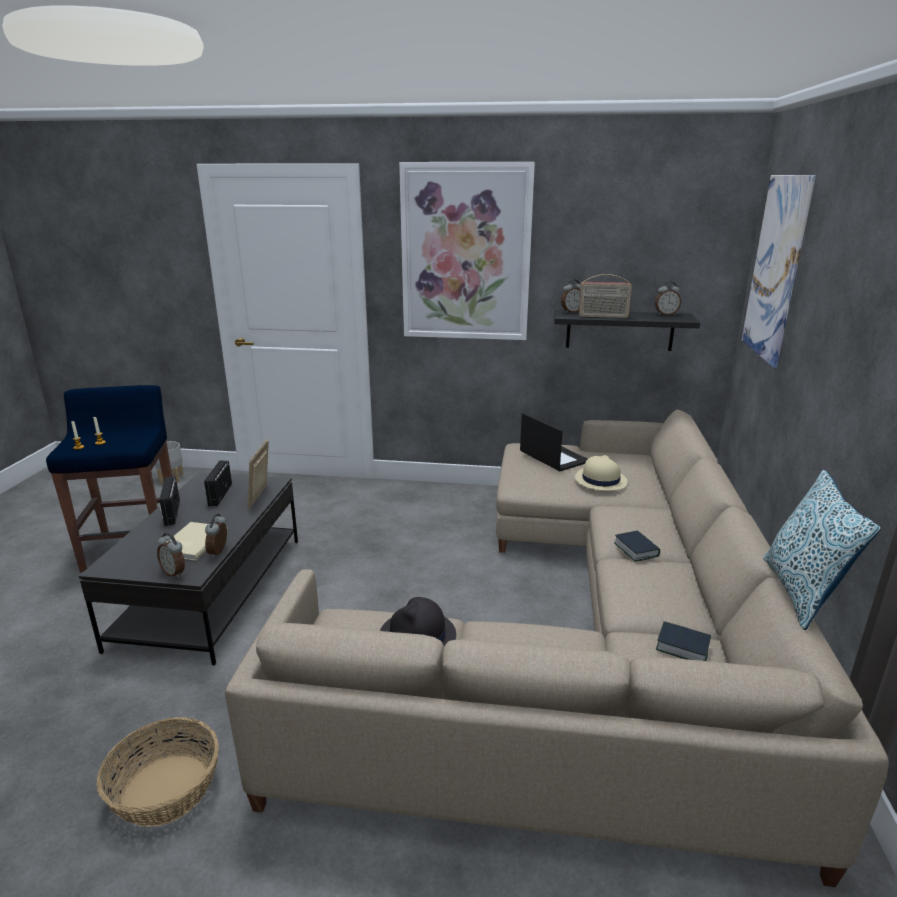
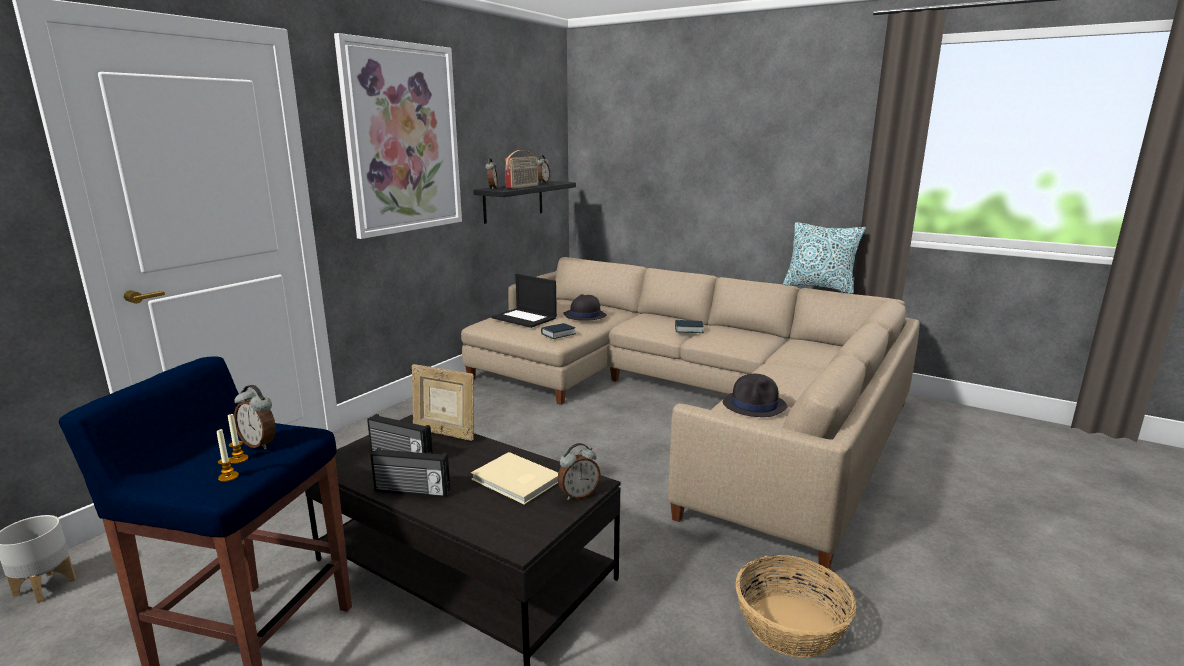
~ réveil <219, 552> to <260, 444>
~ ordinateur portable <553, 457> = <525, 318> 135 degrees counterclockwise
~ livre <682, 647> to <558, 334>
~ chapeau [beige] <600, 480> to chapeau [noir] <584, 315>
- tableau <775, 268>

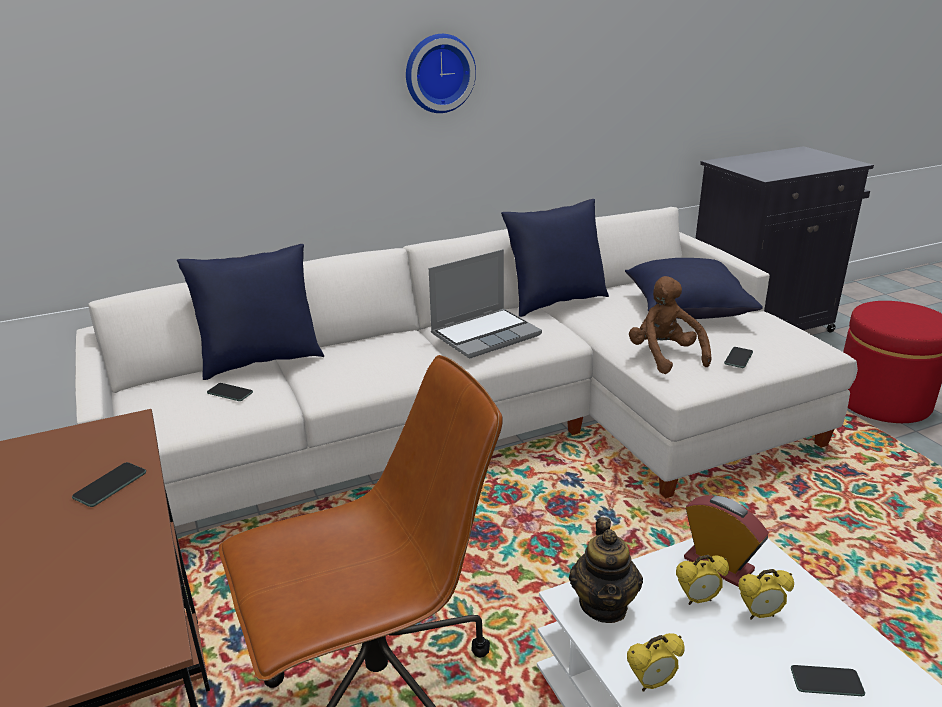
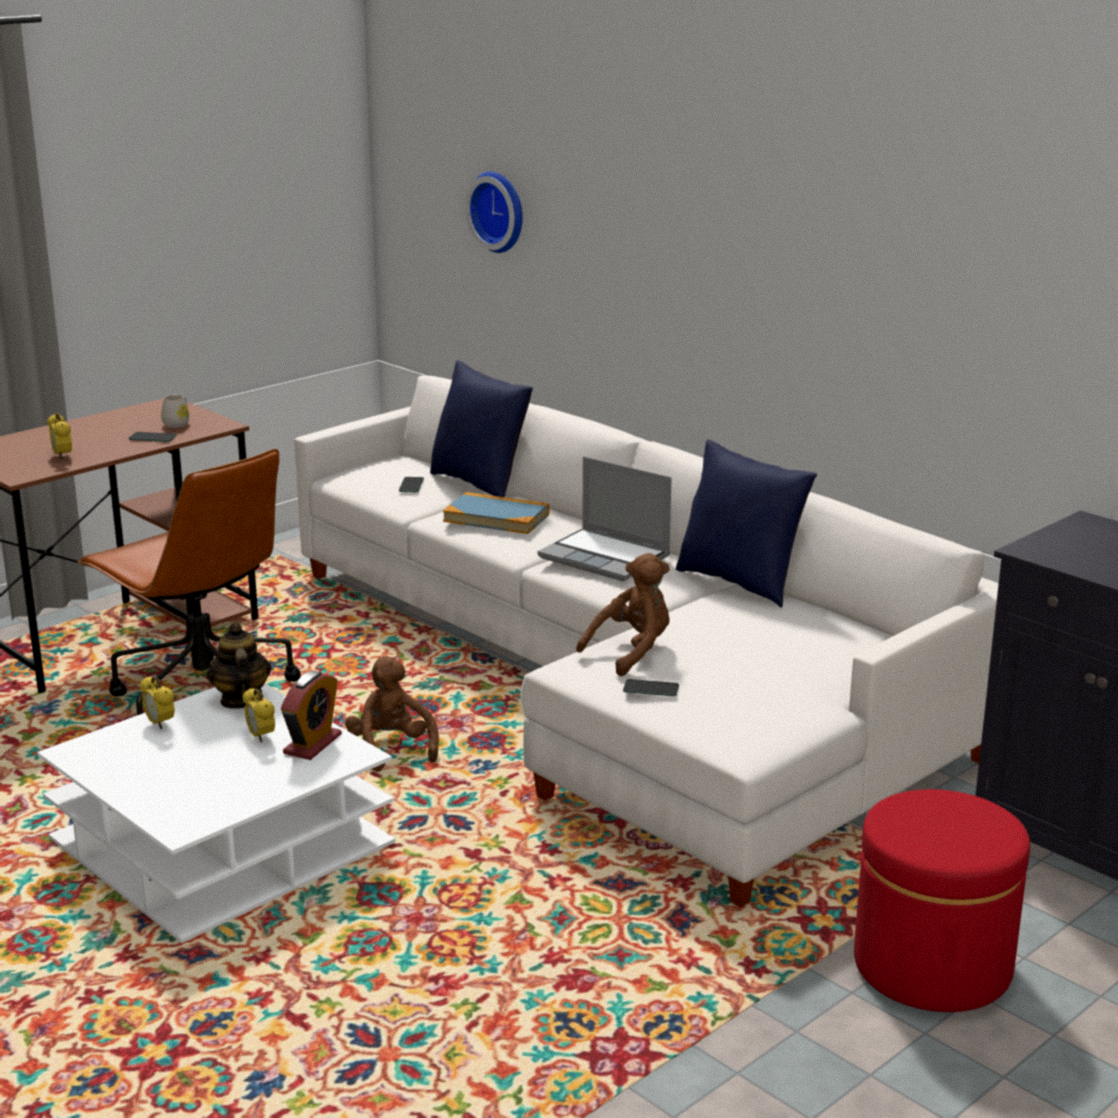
~ réveil <759, 614> to <62, 456>
+ mug [blanc] <178, 423>
~ théière <604, 605> = <241, 700> 90 degrees clockwise
+ peluche [marron] <391, 749>
+ livre <496, 518>
~ horloge murale <438, 73> to <500, 211>
- coussin [bleu] <686, 309>
- téléphone <826, 681>

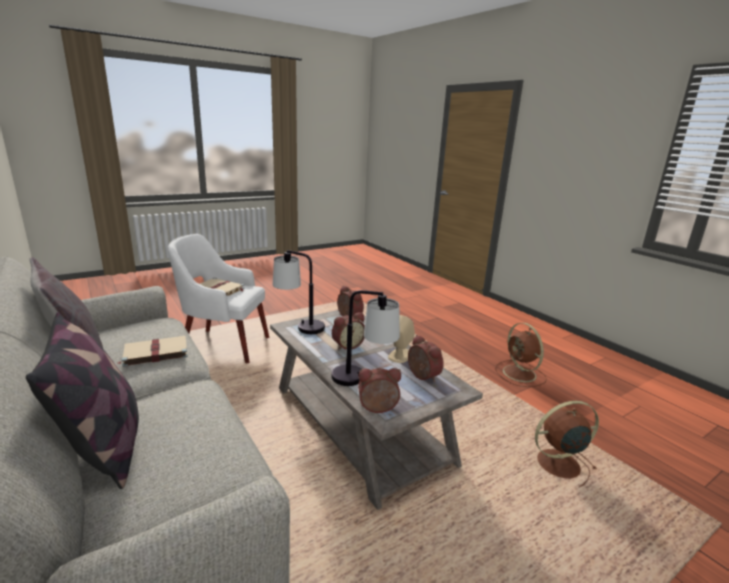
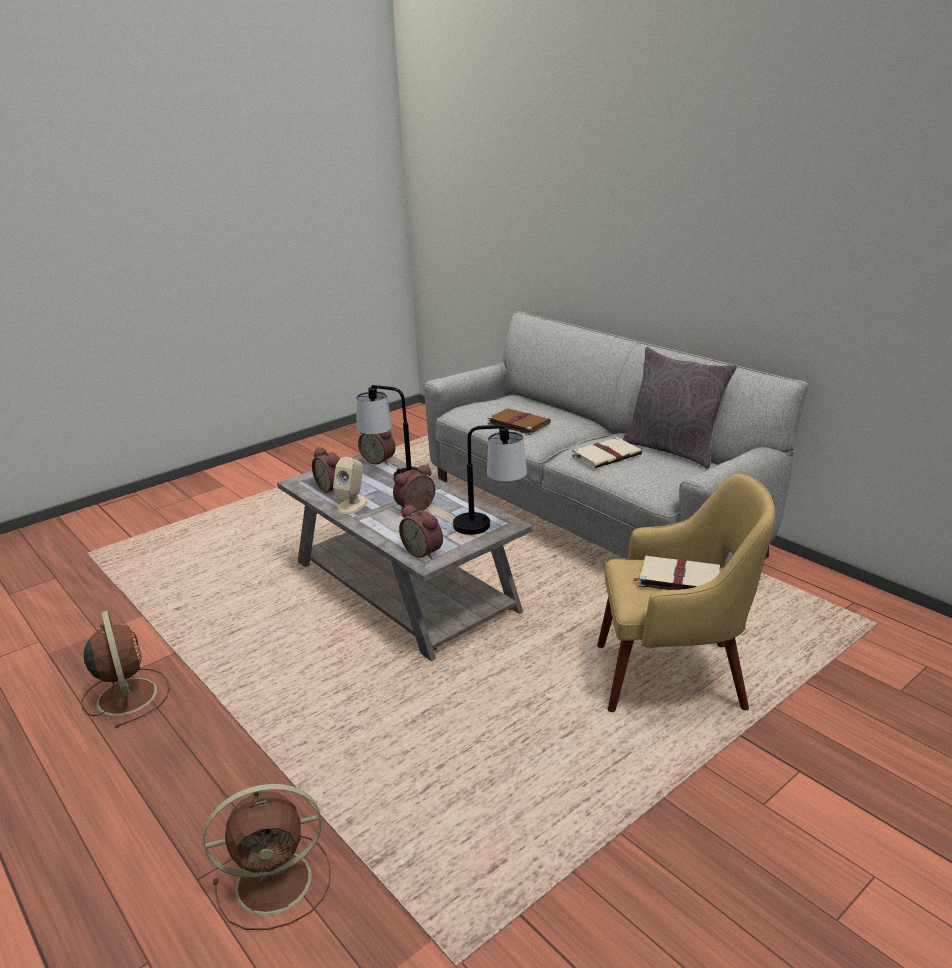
~ ventilateur [marron] <556, 464> to <277, 881>
~ réveil <378, 409> = <379, 460> 45 degrees clockwise
+ livre [marron] <517, 423>
~ fauteuil [blanc] <223, 345> to fauteuil [jaune] <675, 677>
- coussin <105, 446>

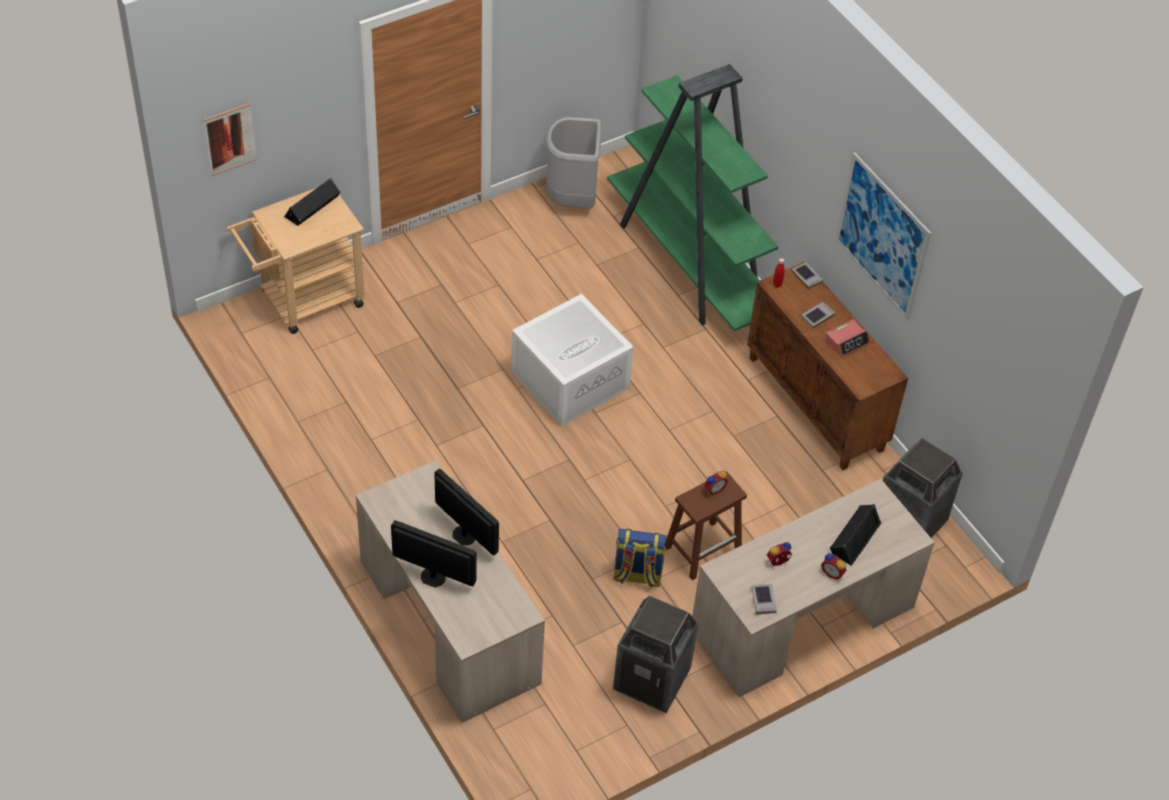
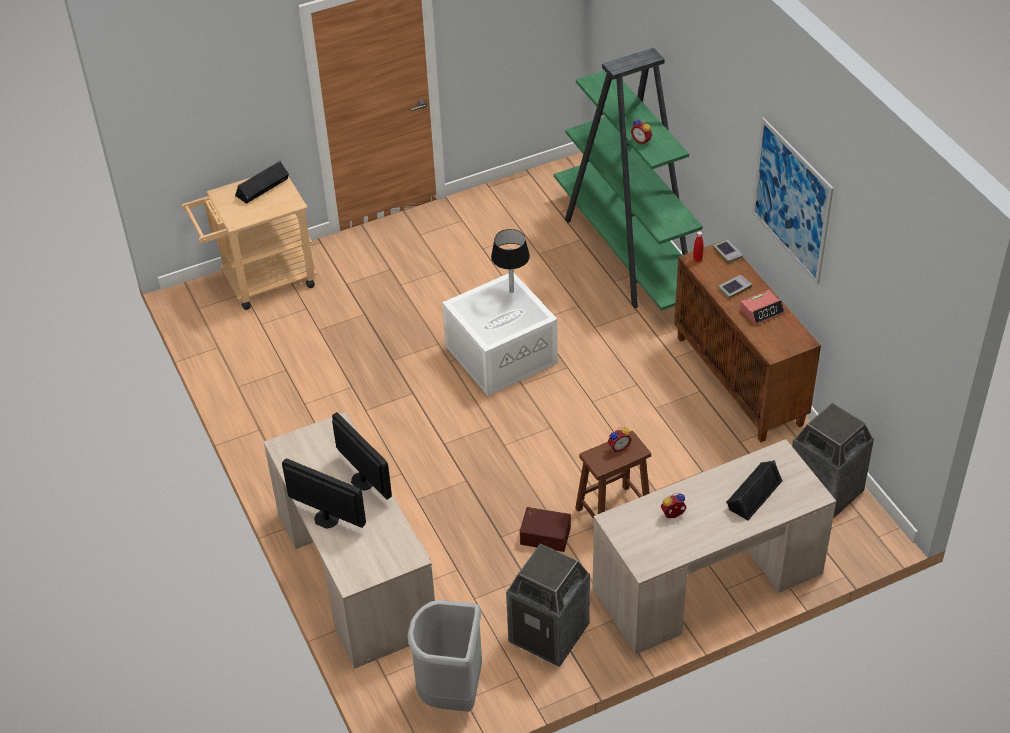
~ poubelle [gris] <572, 200> to <451, 692>
+ lampe de table [noir] <511, 291>
~ sac à dos <637, 575> to boîte de rangement [marron] <545, 534>
~ réveil <833, 573> to <642, 140>
- tableau <230, 139>
- livre <763, 600>

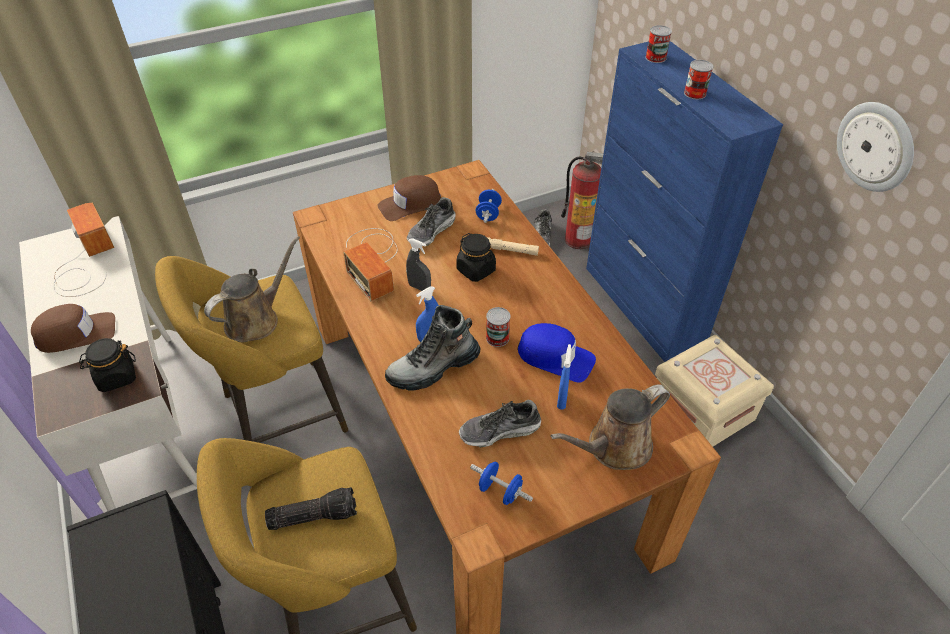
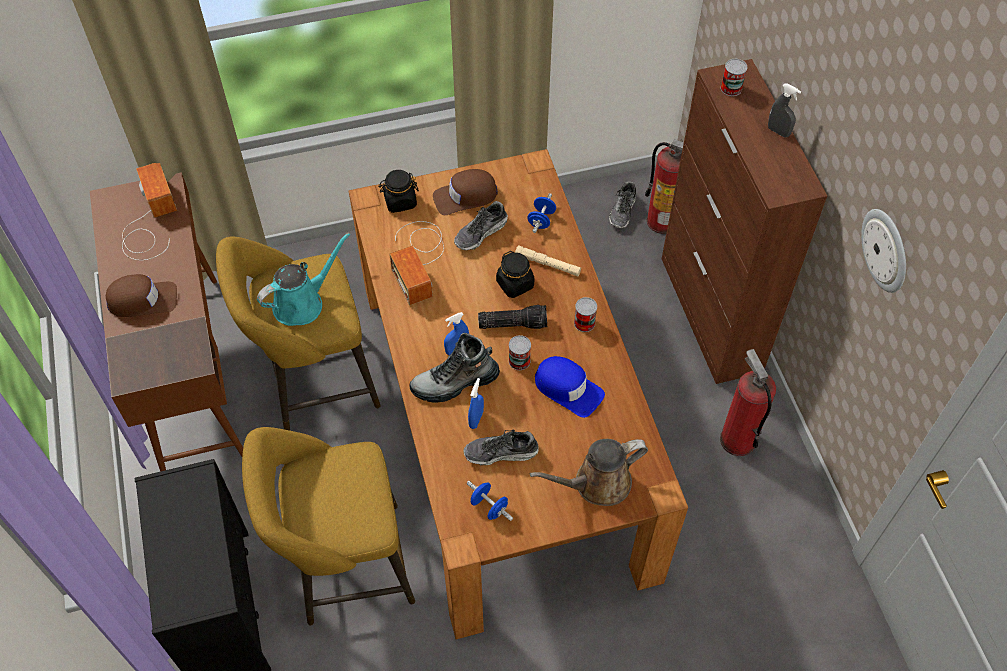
~ bureau [blanc] <147, 425> to bureau [marron] <190, 371>
~ arrosoir [marron] <256, 319> to arrosoir [turquoise] <302, 303>
~ bocal [noir] <116, 377> to <400, 201>
~ vaporisateur [bleu] <562, 399> to <476, 419>
~ lampe de poche <314, 515> to <513, 323>
~ boîte métallique <695, 93> to <584, 323>
~ meuble de rangement [bleu] <643, 307> to meuble de rangement [marron] <710, 314>
~ boîte de rangement [beige] <702, 410> to extincteur <737, 440>
~ vaporisateur [gris] <419, 287> to <778, 131>

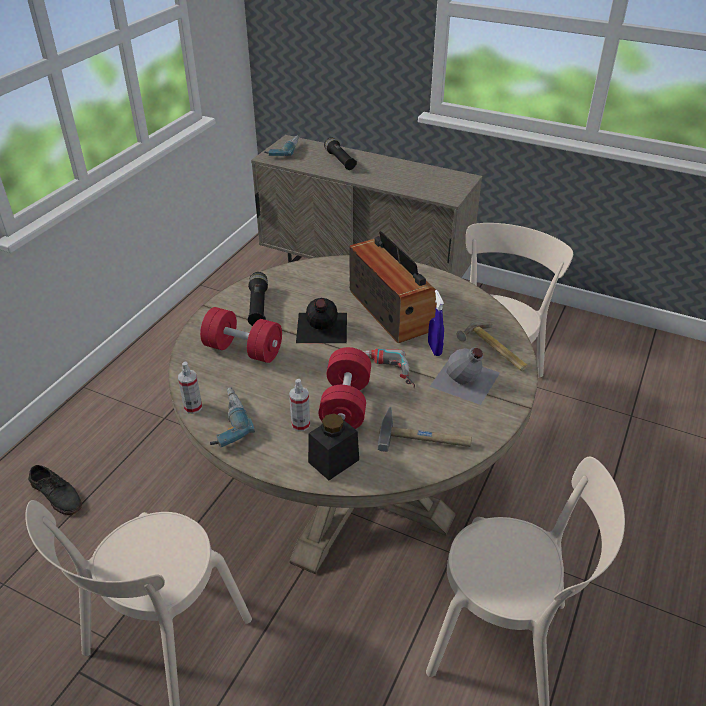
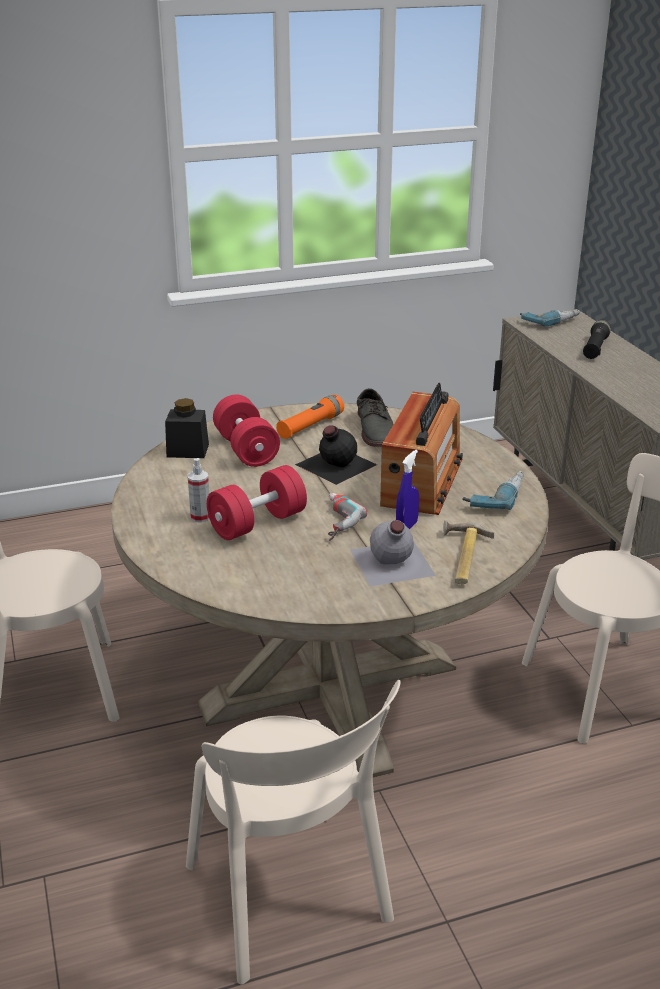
~ bocal [noir] <333, 461> to <187, 450>
~ lampe de poche [noir] <258, 306> to lampe de poche [orange] <310, 426>
~ chaussure [gris] <57, 494> to <375, 429>
~ perceuse <225, 422> to <495, 496>
- vaporisateur <193, 407>
- marteau <425, 437>

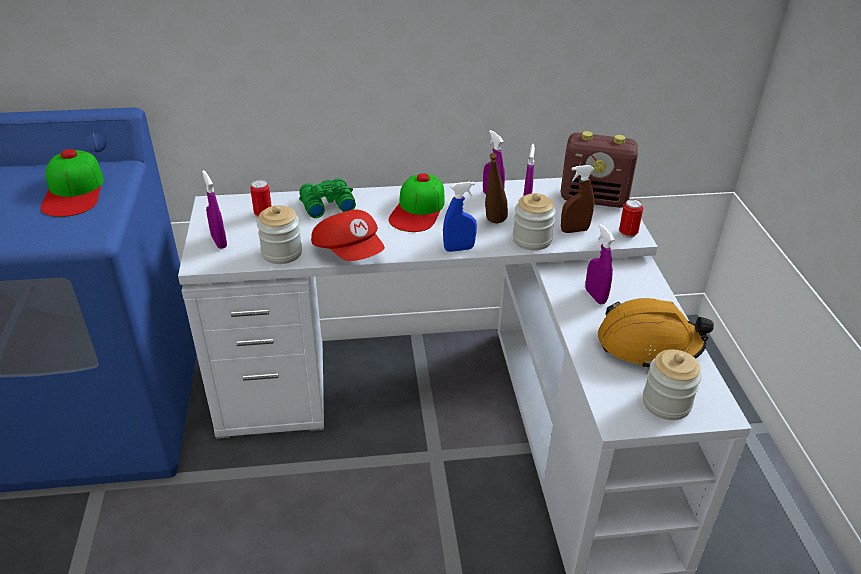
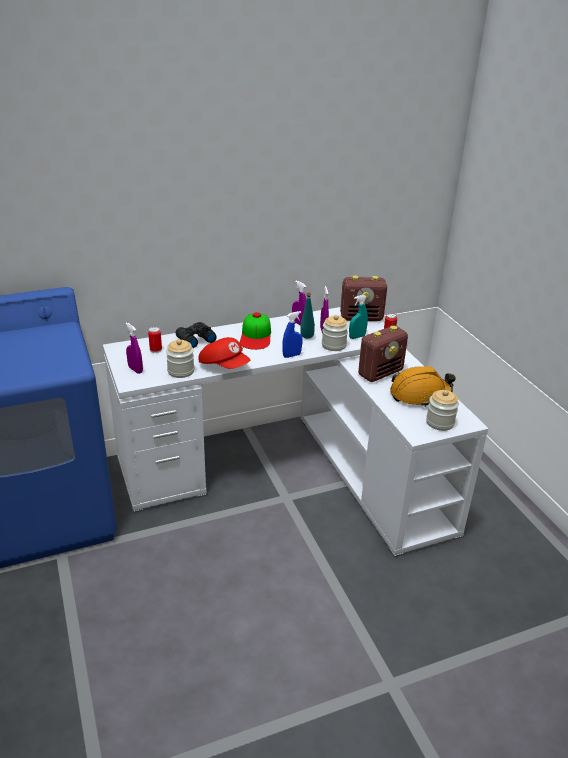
~ jumelles [vert] <326, 205> to jumelles [noir] <195, 339>
~ bouteille [marron] <493, 224> to bouteille [turquoise] <306, 339>
~ vaporisateur [marron] <574, 230> to vaporisateur [turquoise] <357, 337>
~ vaporisateur [violet] <595, 296> to radio <380, 373>
- casquette <74, 191>

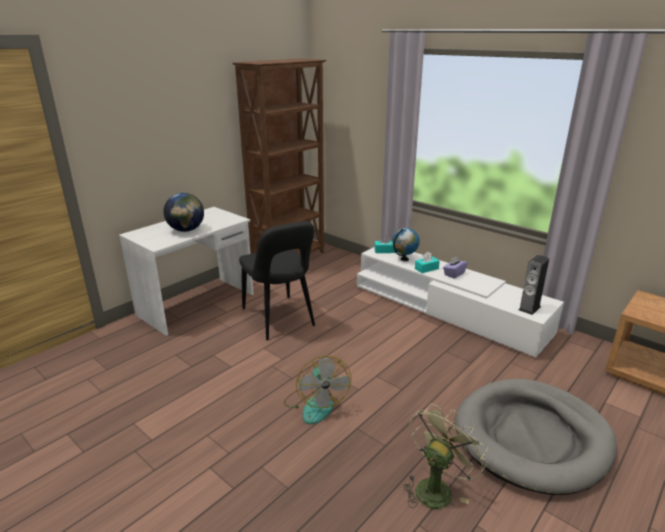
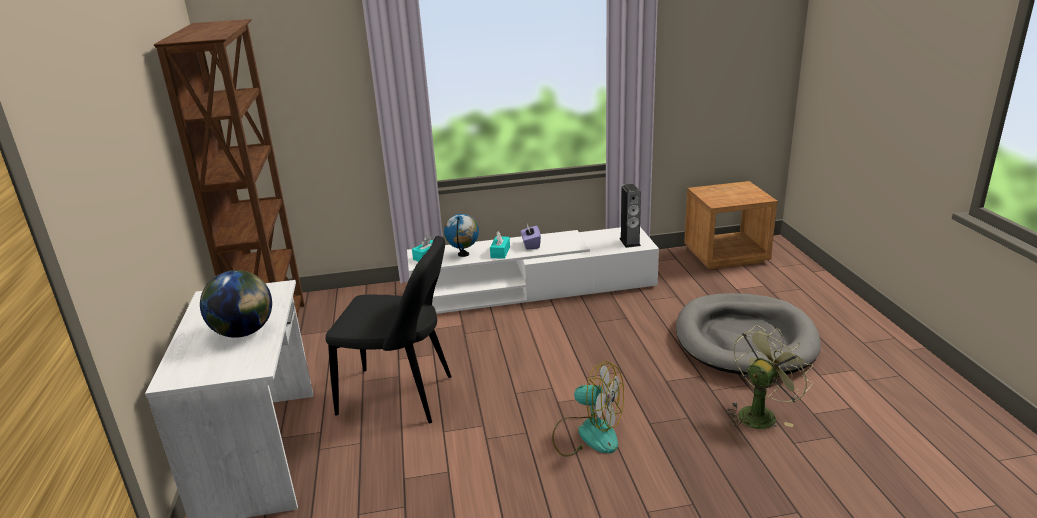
~ ventilateur [vert] <436, 487> = <760, 413> 60 degrees clockwise

